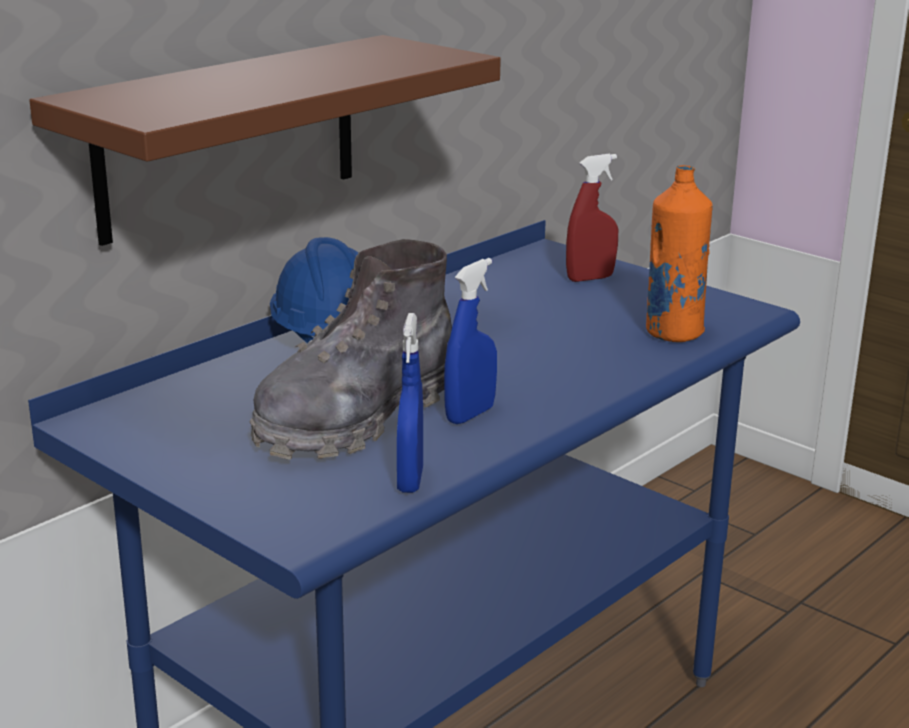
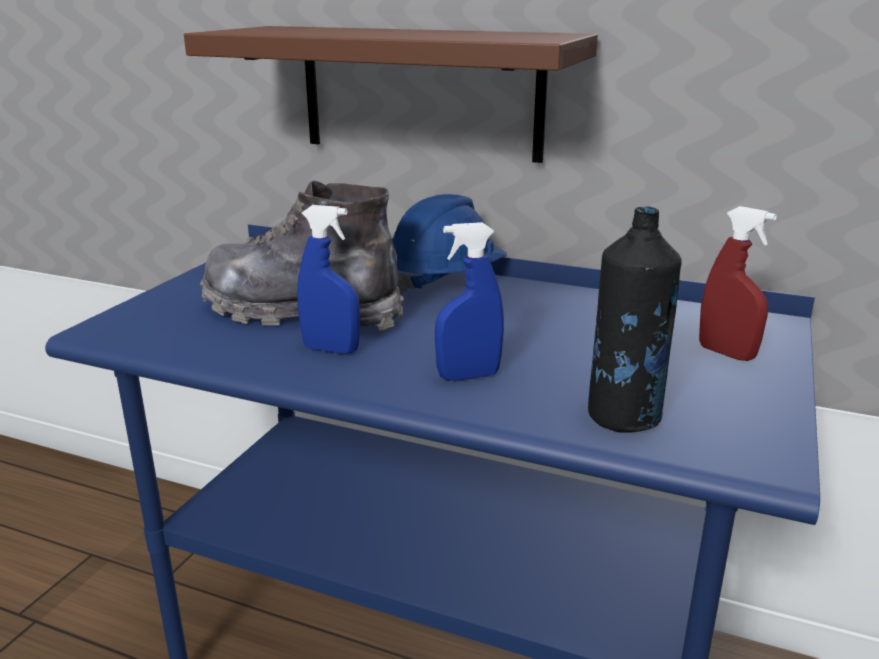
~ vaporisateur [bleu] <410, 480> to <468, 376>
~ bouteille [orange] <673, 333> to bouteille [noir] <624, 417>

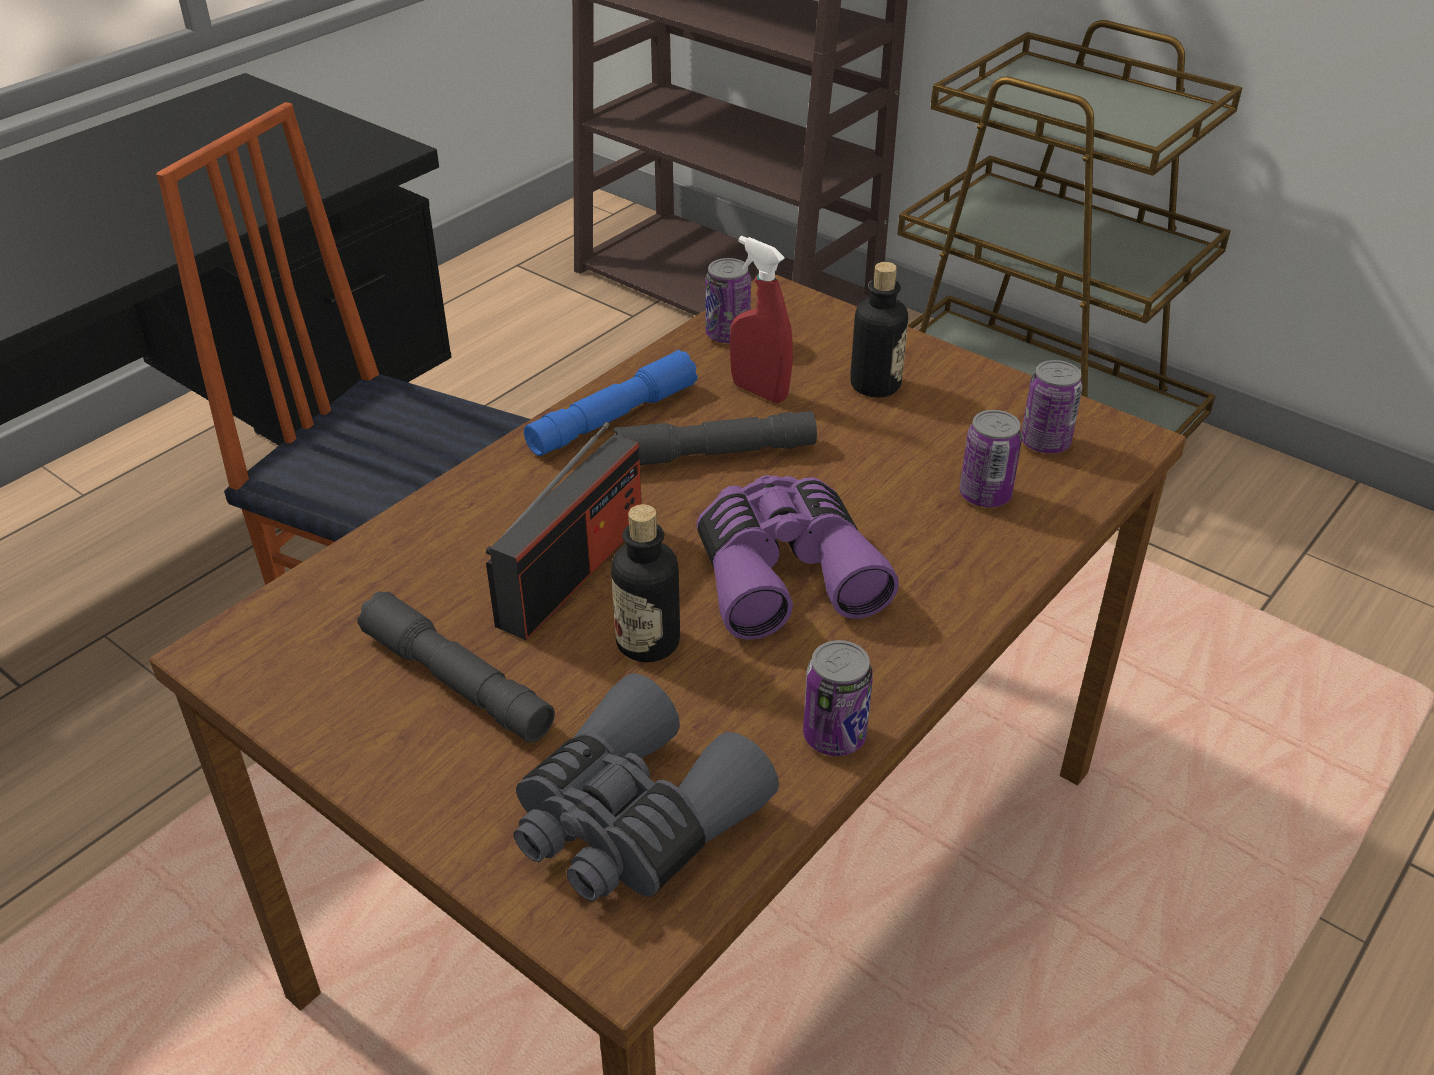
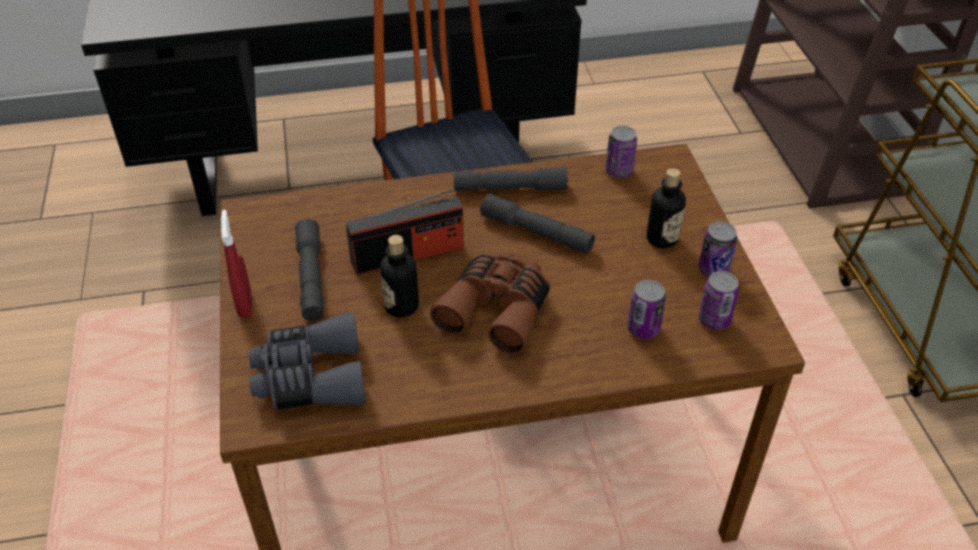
~ vaporisateur [rouge] <759, 391> to <245, 304>
~ jumelles [violet] <784, 572> to jumelles [marron] <497, 309>
~ lampe de poche [bleu] <613, 418> to lampe de poche [gris] <510, 188>
~ boîte métallique <834, 736> to <713, 269>

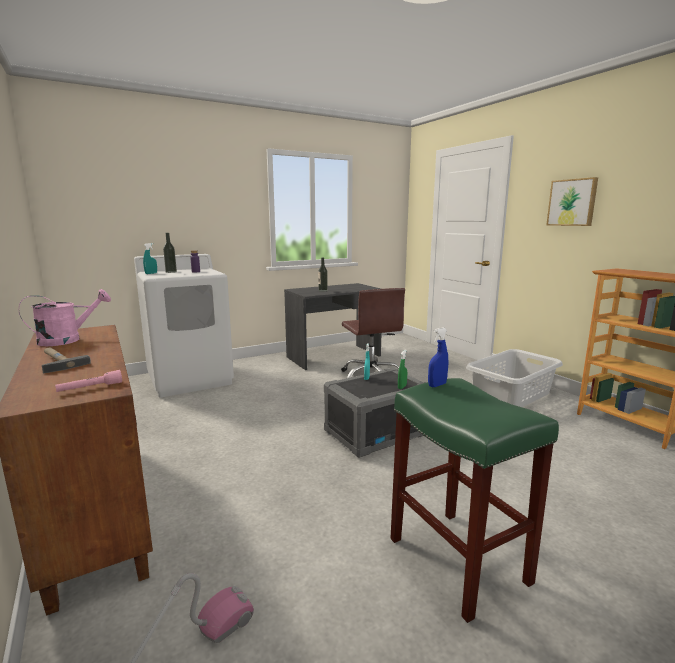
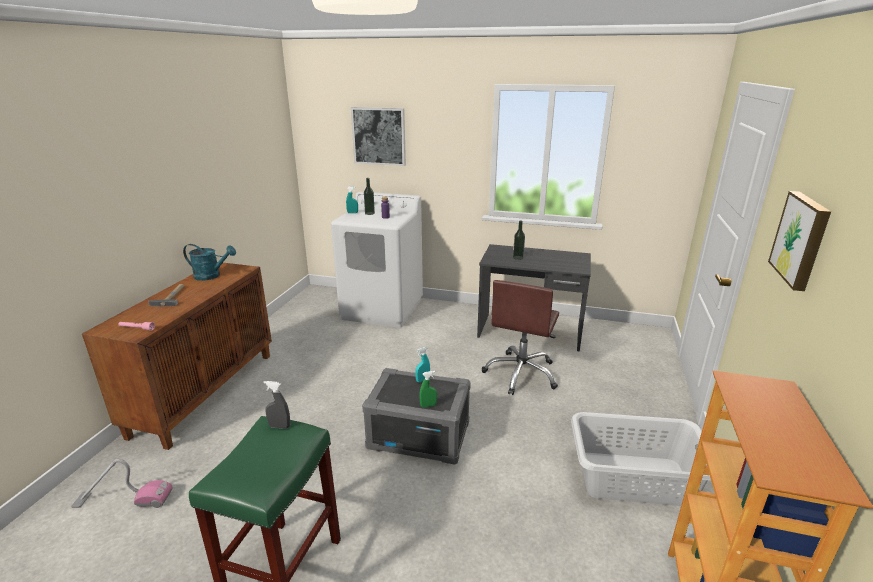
~ arrosoir [rose] <67, 340> to arrosoir [turquoise] <212, 276>
~ vaporisateur [bleu] <437, 385> to vaporisateur [gris] <279, 426>
+ tableau <379, 136>

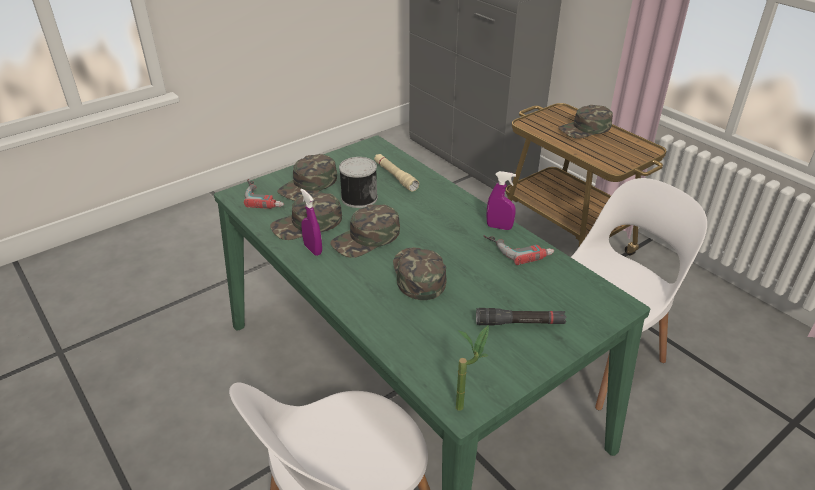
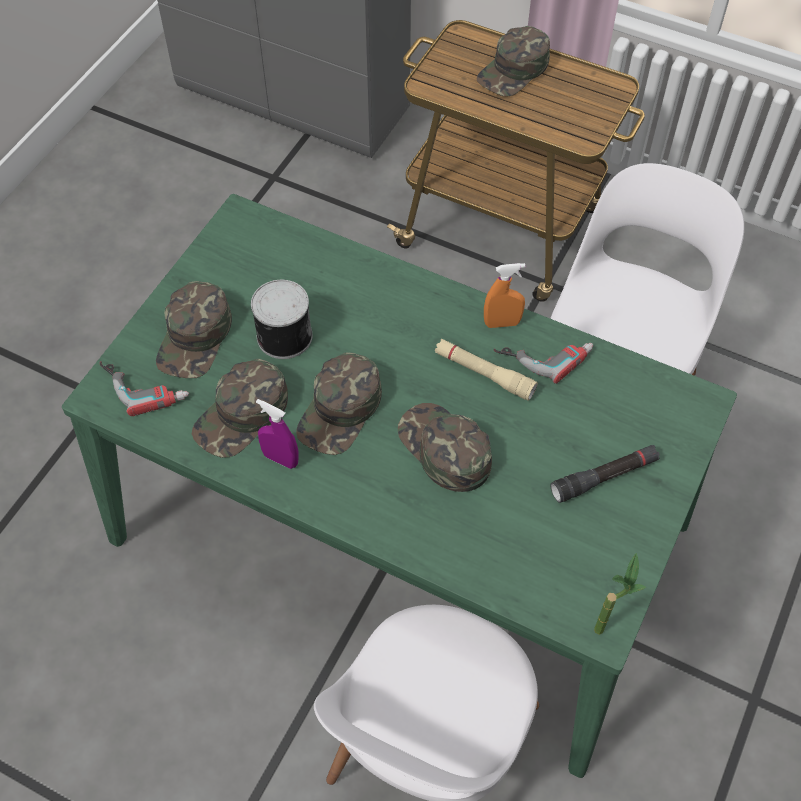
~ lampe de poche [beige] <395, 176> to <484, 374>
~ vaporisateur [violet] <499, 227> to vaporisateur [orange] <502, 323>

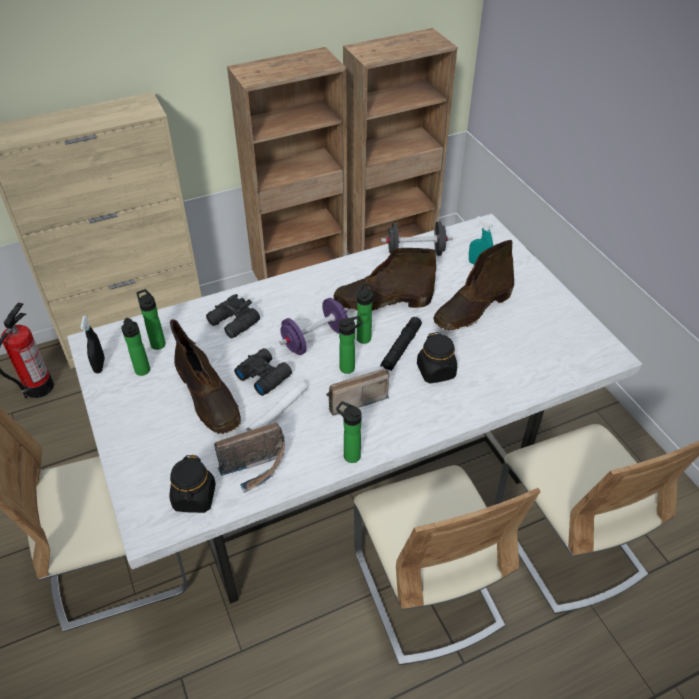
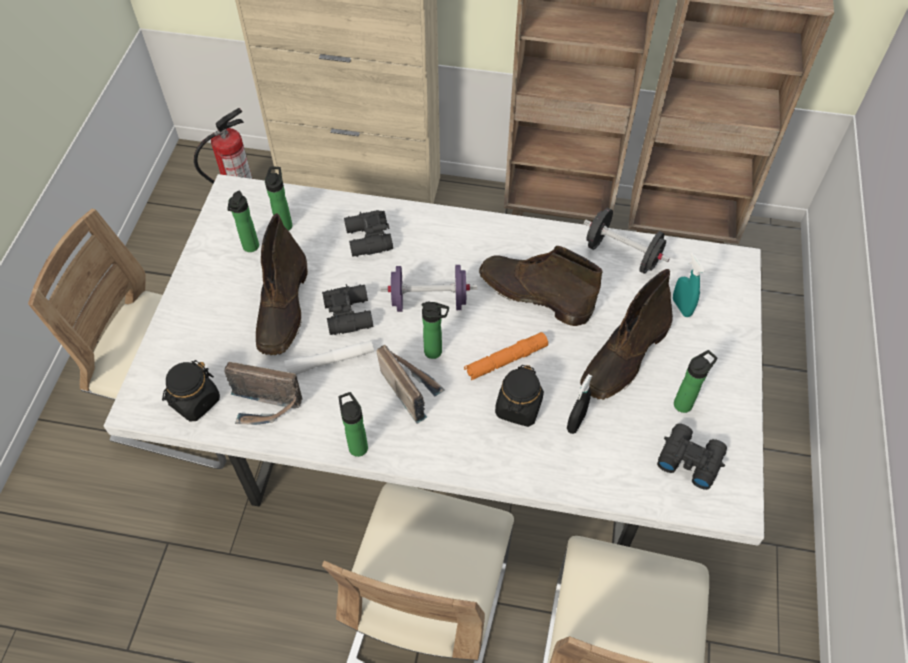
~ radio <353, 399> = <410, 388> 45 degrees clockwise
~ lampe de poche [noir] <401, 348> to lampe de poche [orange] <506, 360>
~ vaporisateur [noir] <99, 365> to <576, 422>
~ botte [marron] <472, 309> = <624, 357> 45 degrees counterclockwise
+ jumelles [noir] <689, 458>
~ bouteille <364, 337> to <685, 403>

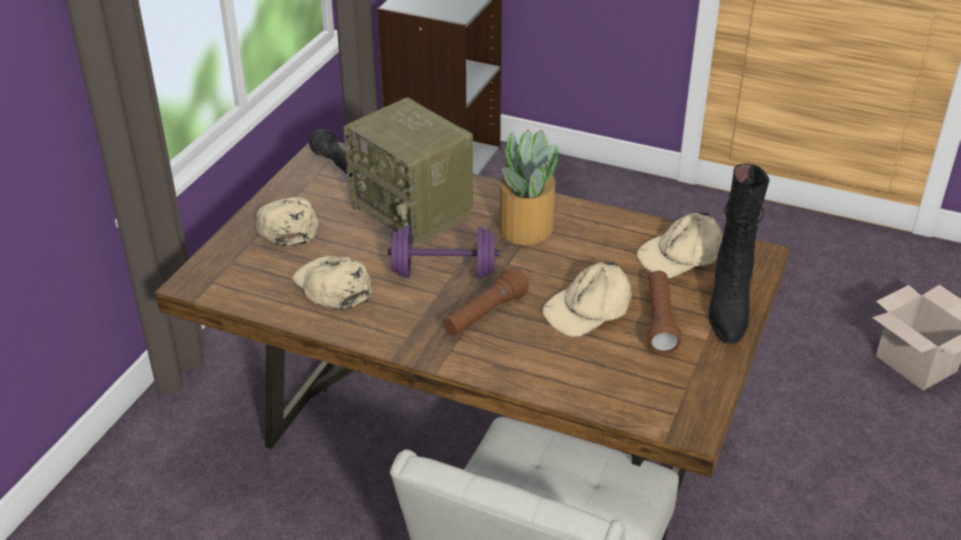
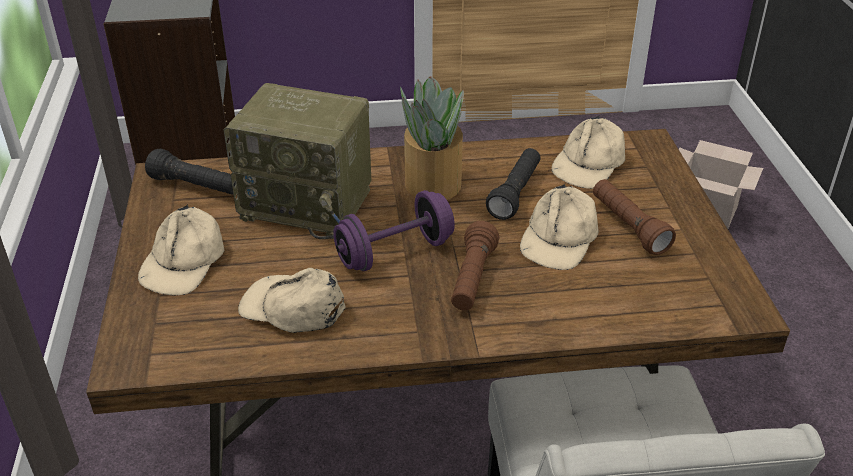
~ casquette [beige] <287, 224> = <184, 261> 120 degrees counterclockwise
+ lampe de poche [noir] <515, 193>
- botte [noir] <728, 306>

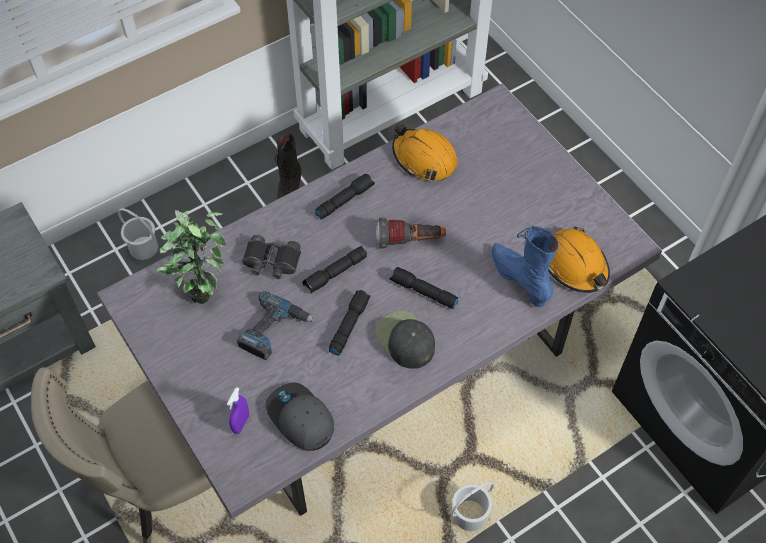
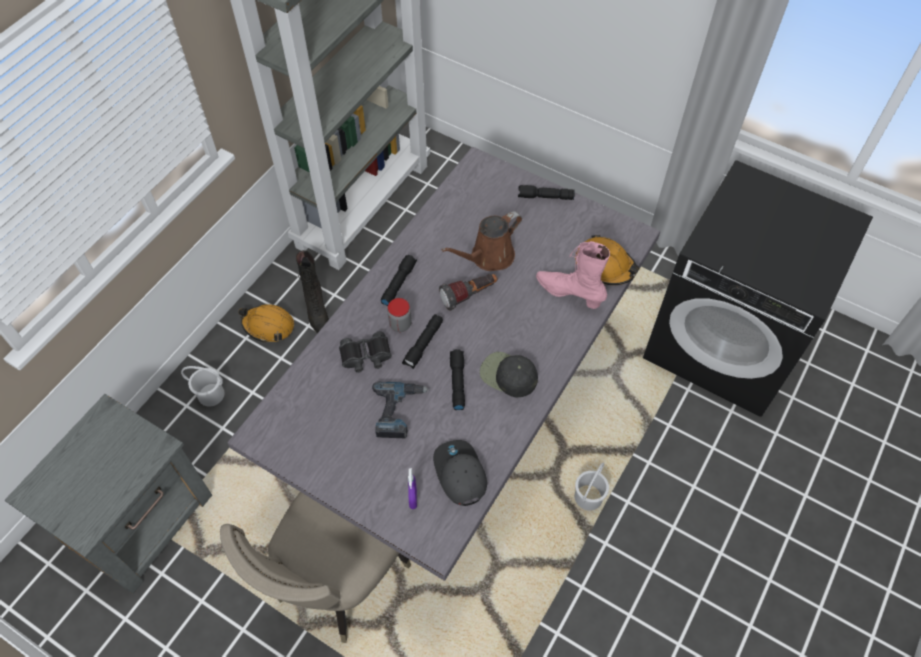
~ casque de chantier [orange] <424, 158> to <268, 326>
+ bocal <400, 324>
~ casquette [gris] <300, 419> = <459, 474> 45 degrees clockwise
+ arrosoir [marron] <489, 257>
~ lampe de poche [noir] <423, 292> to <545, 197>
~ botte [bleu] <519, 279> to botte [rose] <569, 293>
- plante en pot <201, 286>

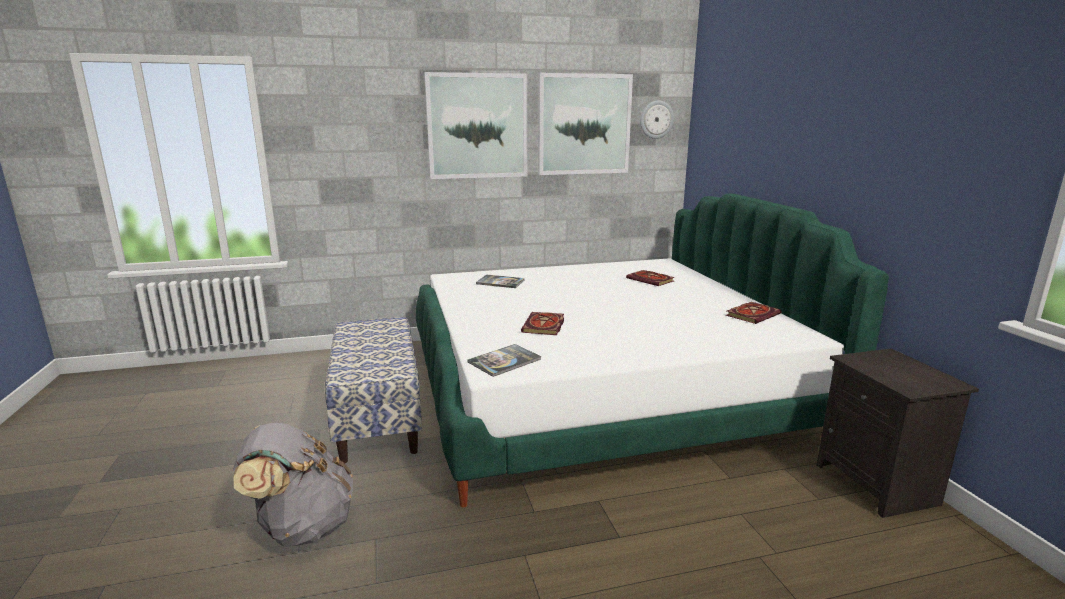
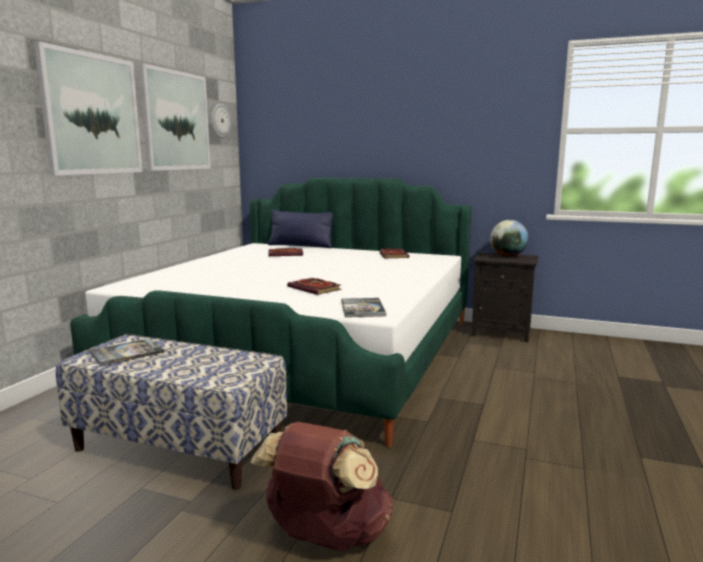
~ livre <500, 282> to <126, 353>
~ sac à dos [gris] <302, 526> to sac à dos [marron] <325, 537>
+ coussin [bleu] <301, 246>
+ globe <507, 256>

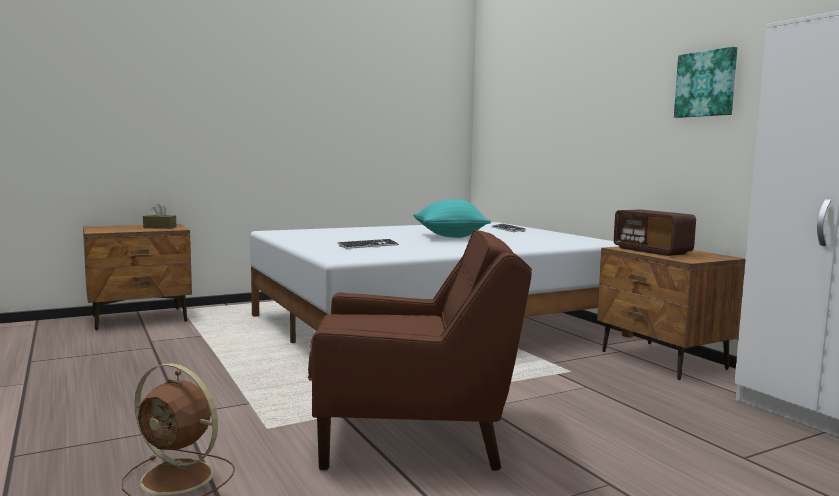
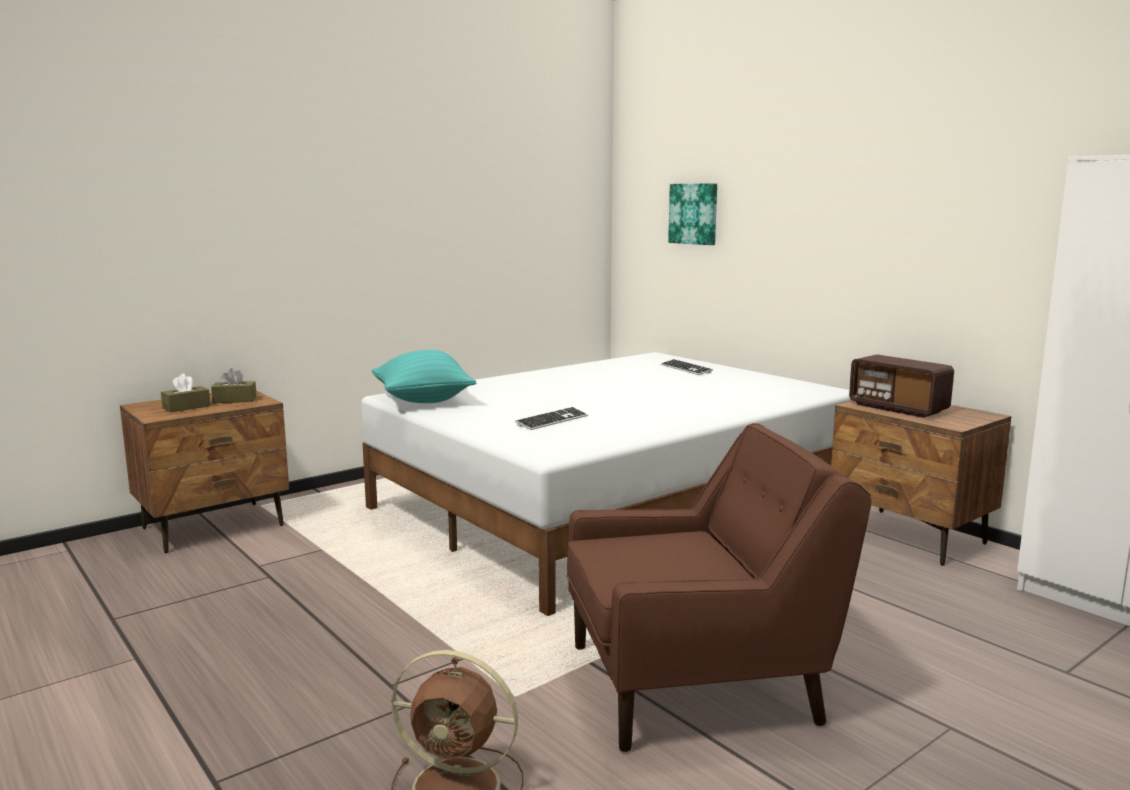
+ boîte à mouchoirs [marron] <186, 407>
~ coussin [turquoise] <450, 237> to <423, 401>
~ tableau <706, 84> to <694, 214>

